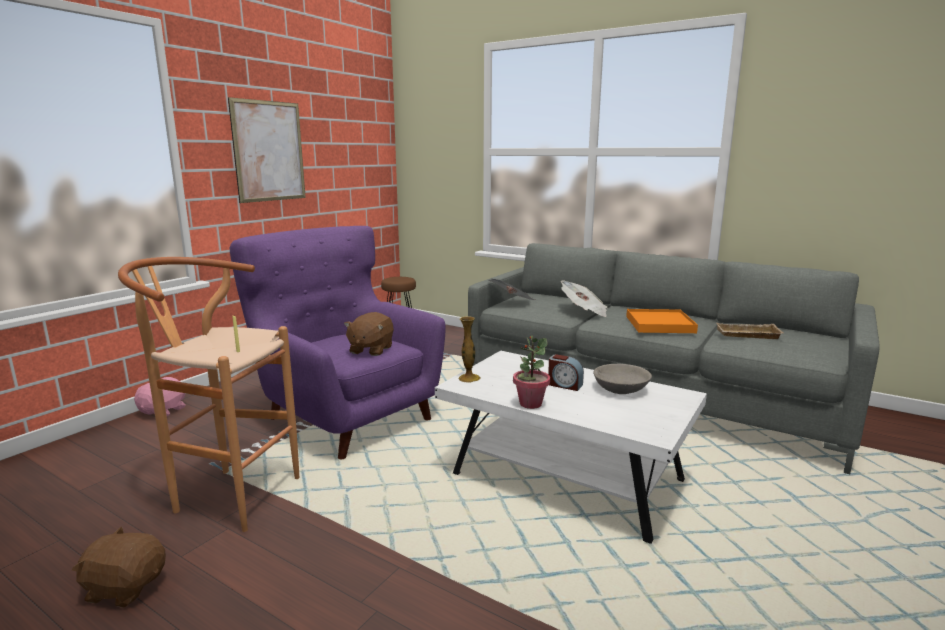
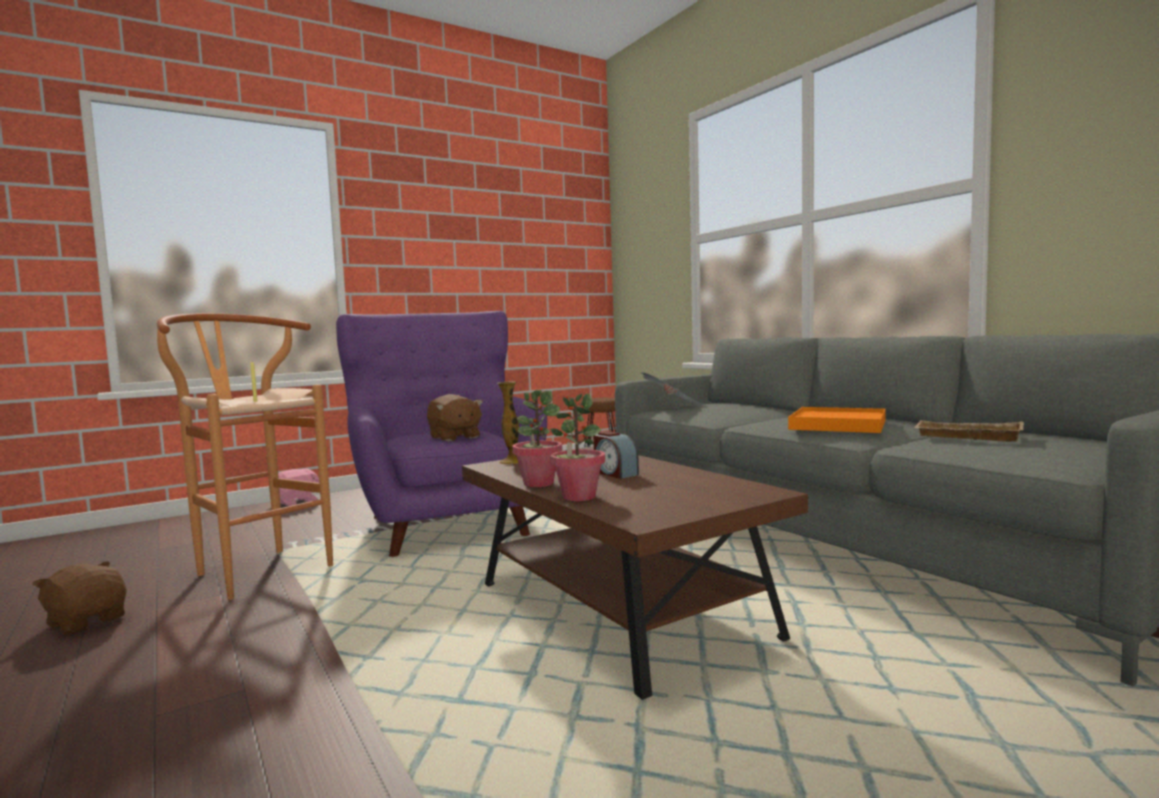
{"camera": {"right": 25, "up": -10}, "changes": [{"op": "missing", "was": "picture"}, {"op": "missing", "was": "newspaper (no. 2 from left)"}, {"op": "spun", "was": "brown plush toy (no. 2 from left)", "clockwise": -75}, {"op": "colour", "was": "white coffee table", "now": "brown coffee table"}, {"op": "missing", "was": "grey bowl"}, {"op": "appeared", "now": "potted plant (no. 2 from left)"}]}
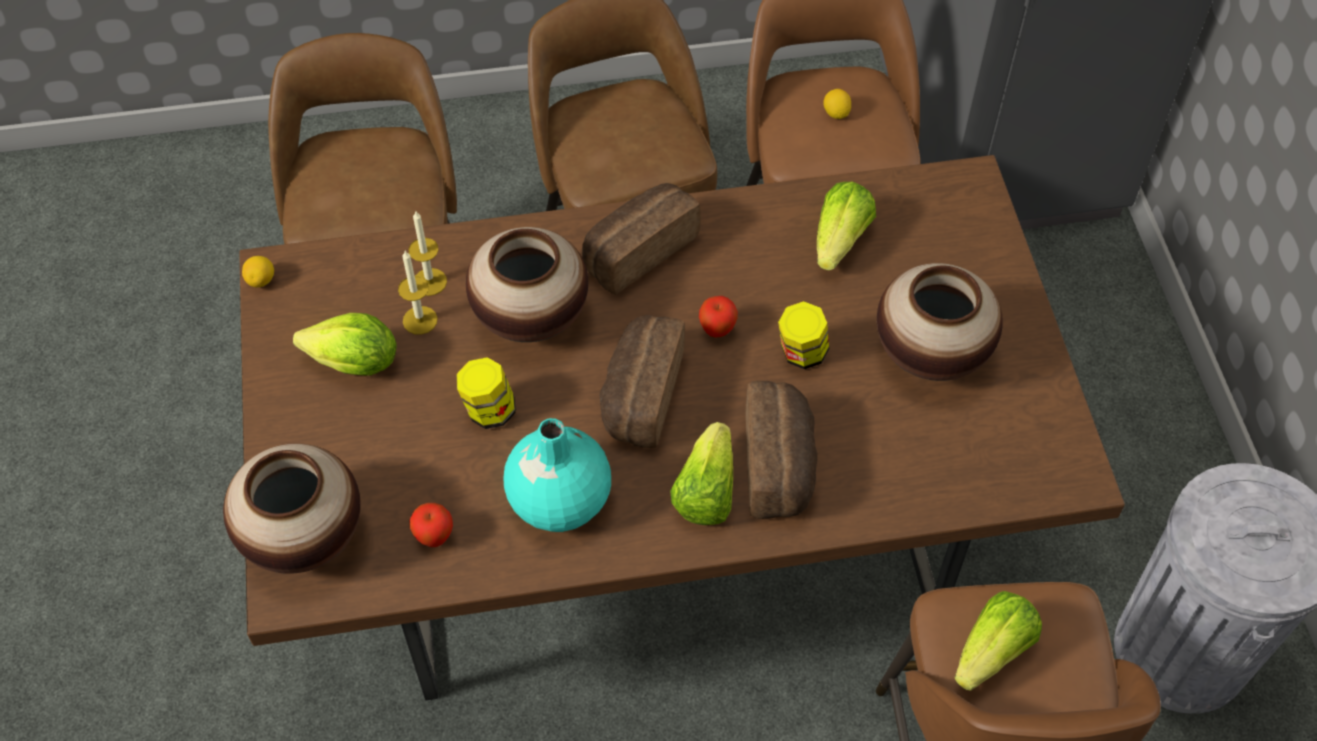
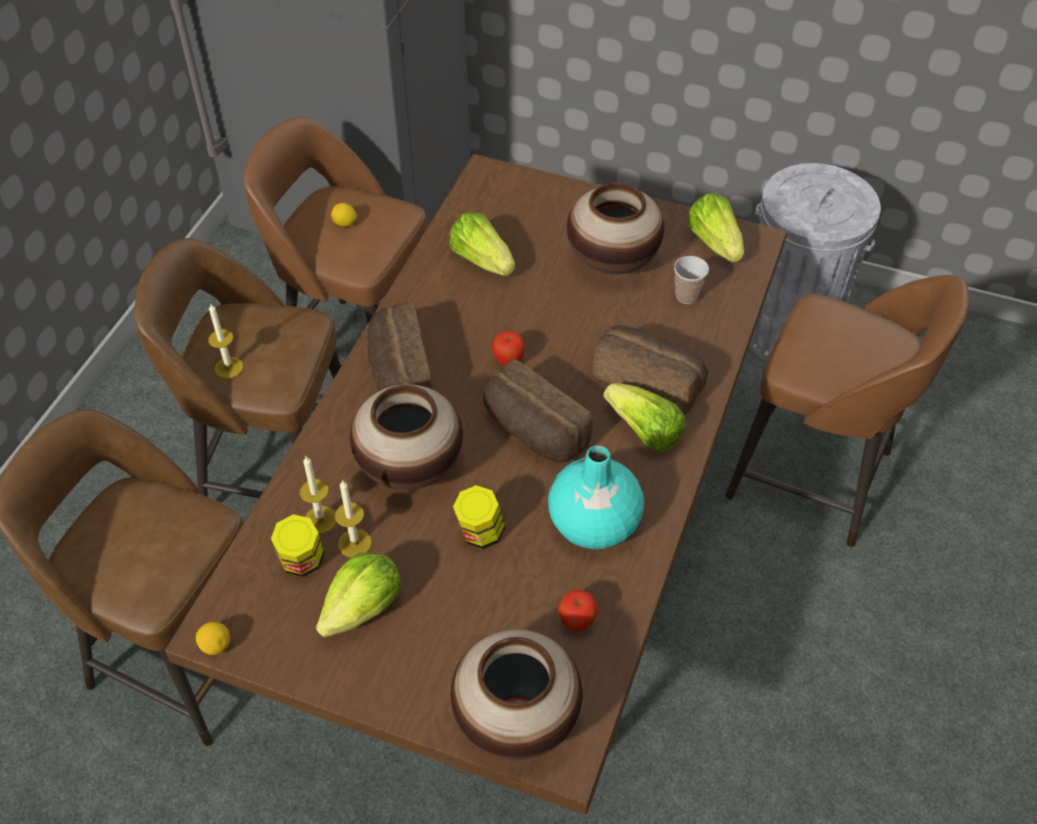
{"camera": {"right": -60, "up": -5}, "changes": [{"op": "relocated", "was": "jar (no. 2 from left in the first image)", "now": "jar (no. 1 from left)"}, {"op": "relocated", "was": "lettuce (no. 4 from left)"}, {"op": "appeared", "now": "cup"}, {"op": "appeared", "now": "candle (no. 1 from left)"}]}
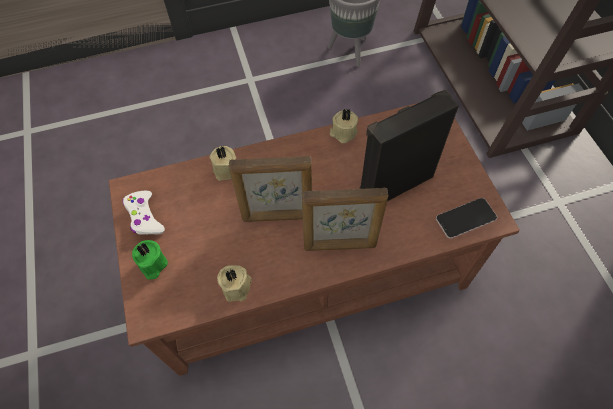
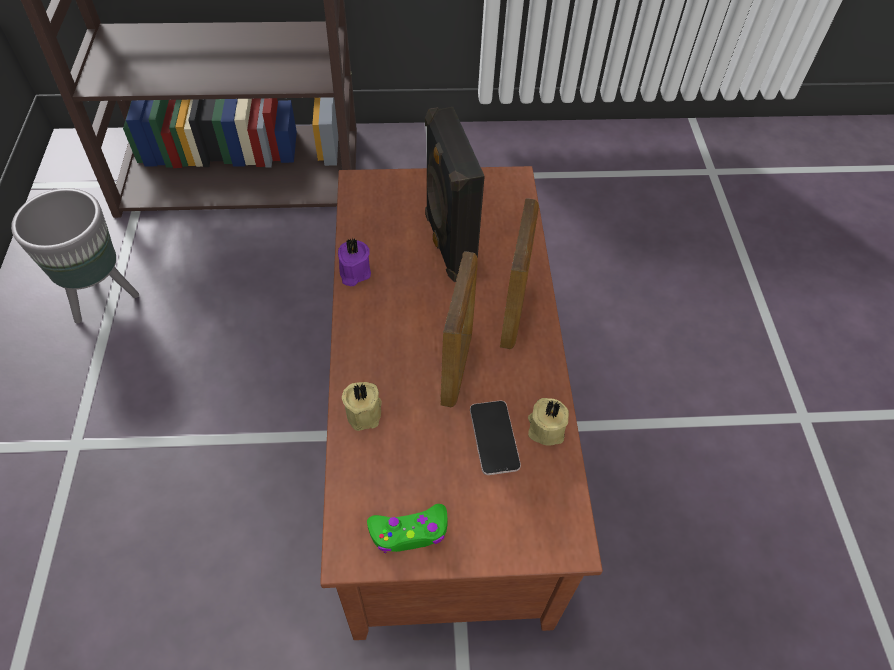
{"camera": {"right": -80, "up": -5}, "changes": [{"op": "colour", "was": "beige candle (no. 3 from left)", "now": "purple candle"}, {"op": "colour", "was": "white game controller", "now": "green game controller"}, {"op": "relocated", "was": "phone"}, {"op": "missing", "was": "green candle"}]}
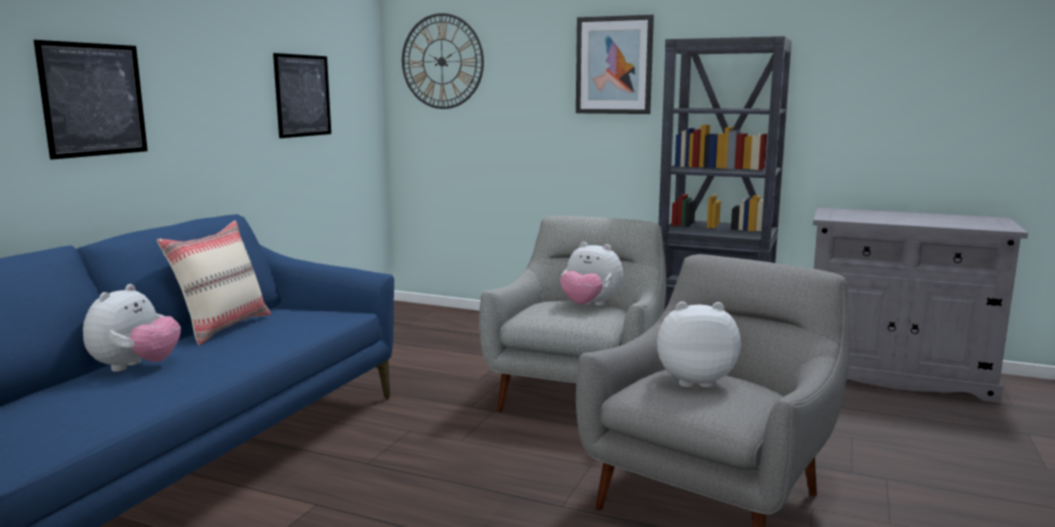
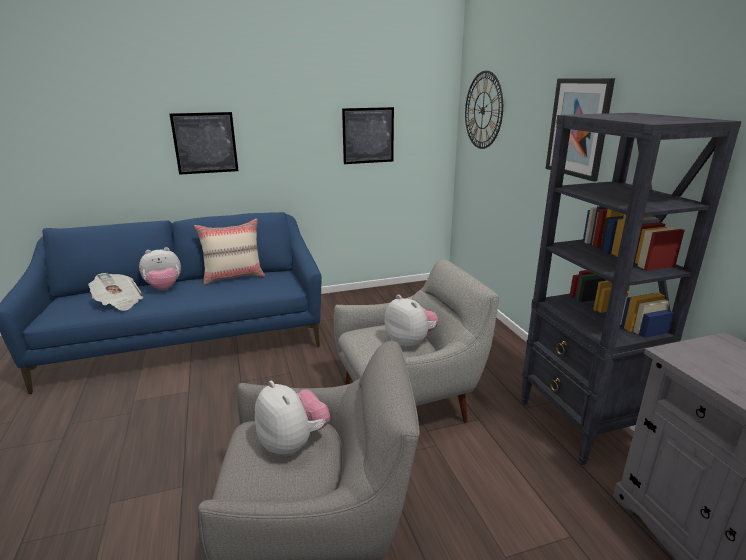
{"camera": {"right": 50, "up": 10}, "changes": [{"op": "spun", "was": "plush toy (no. 2 from left in the first image)", "clockwise": 150}, {"op": "appeared", "now": "newspaper"}]}
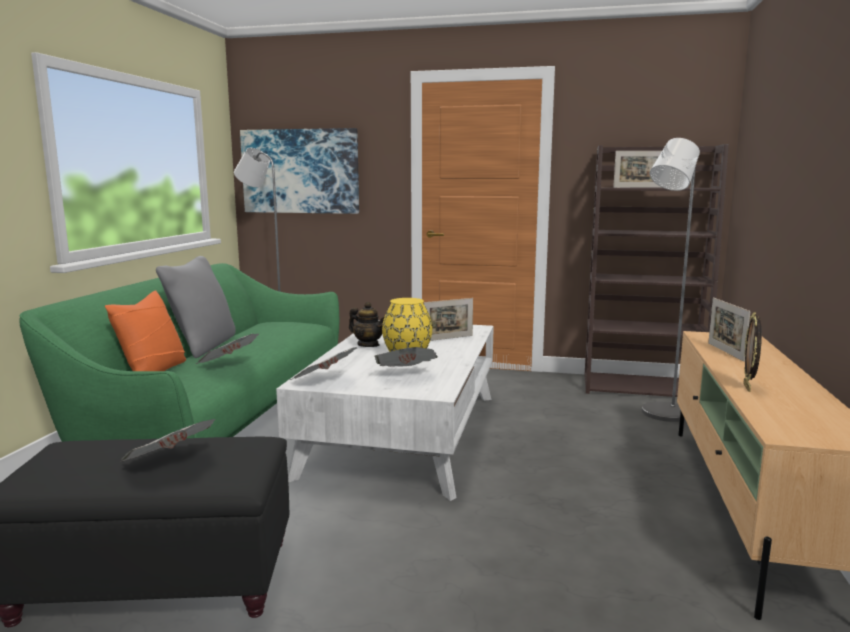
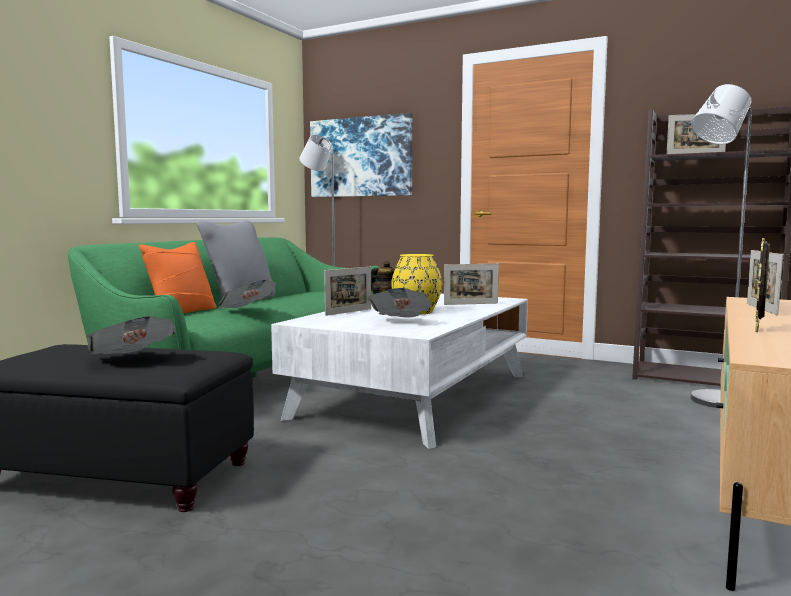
{"camera": {"right": 15, "up": -5}, "changes": [{"op": "missing", "was": "newspaper (no. 3 from left)"}, {"op": "appeared", "now": "picture frame (no. 1 from left)"}]}
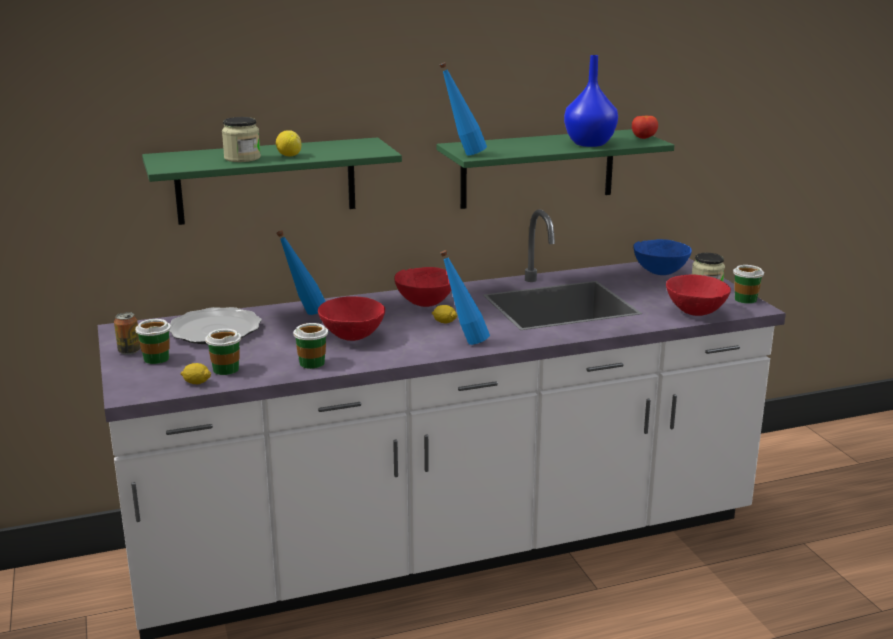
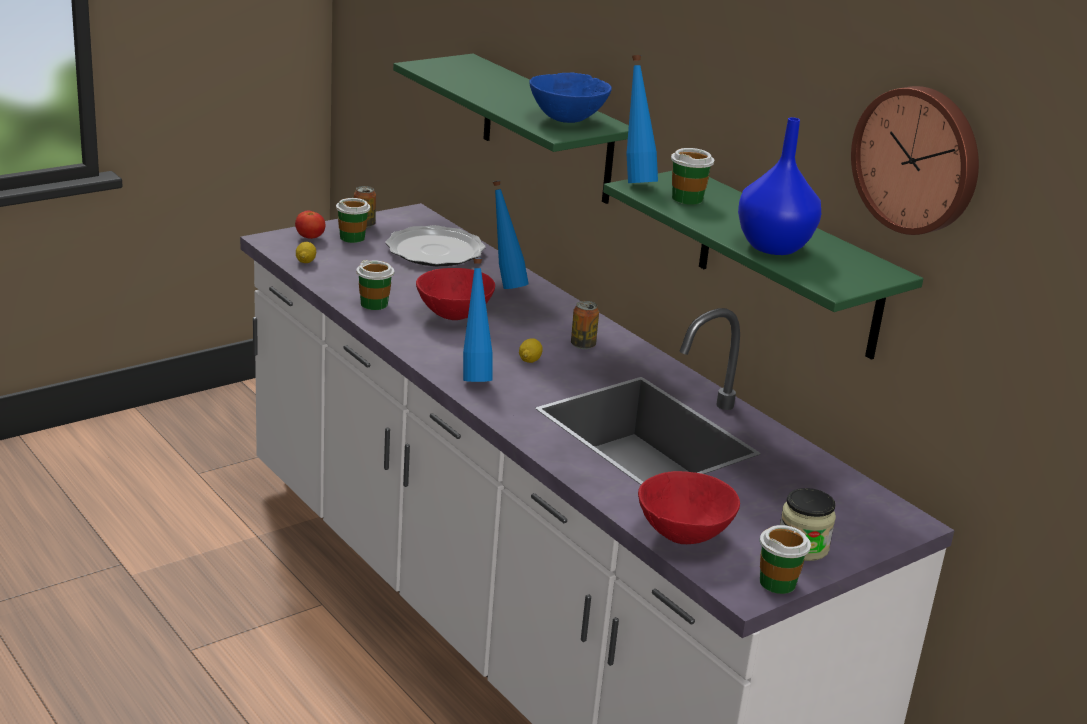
{"camera": {"right": 70, "up": 5}, "changes": [{"op": "relocated", "was": "tomato"}, {"op": "missing", "was": "jar (no. 1 from left)"}, {"op": "missing", "was": "lemon (no. 2 from left)"}, {"op": "relocated", "was": "blue bowl"}, {"op": "exchanged", "was": "red bowl (no. 2 from left)", "now": "can (no. 2 from left)"}, {"op": "relocated", "was": "cup (no. 2 from left in the first image)", "now": "cup (no. 3 from left)"}, {"op": "appeared", "now": "wall clock"}]}
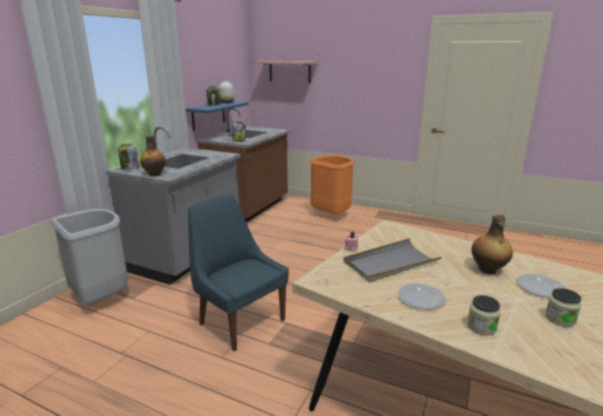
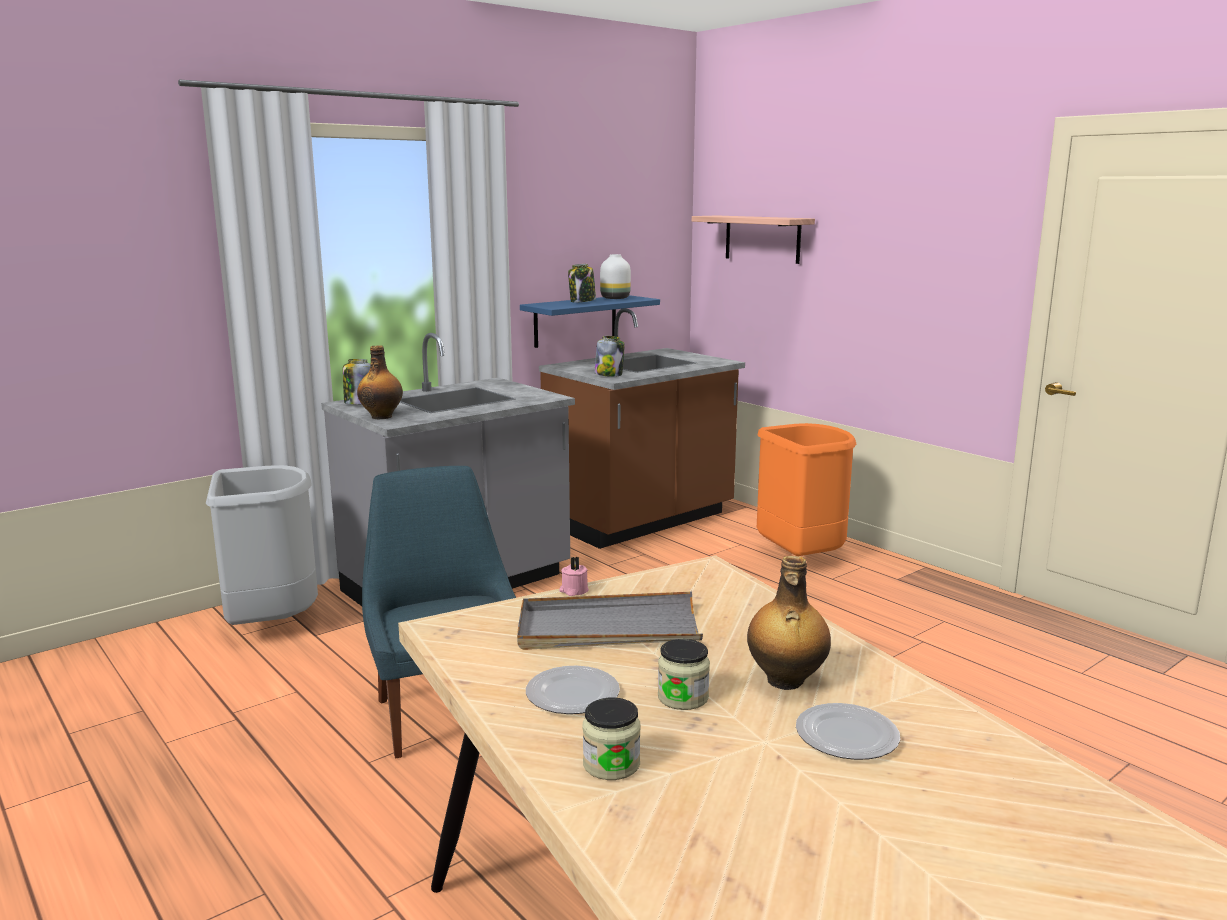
{"camera": {"right": 25, "up": -5}, "changes": [{"op": "relocated", "was": "jar (no. 5 from left)"}]}
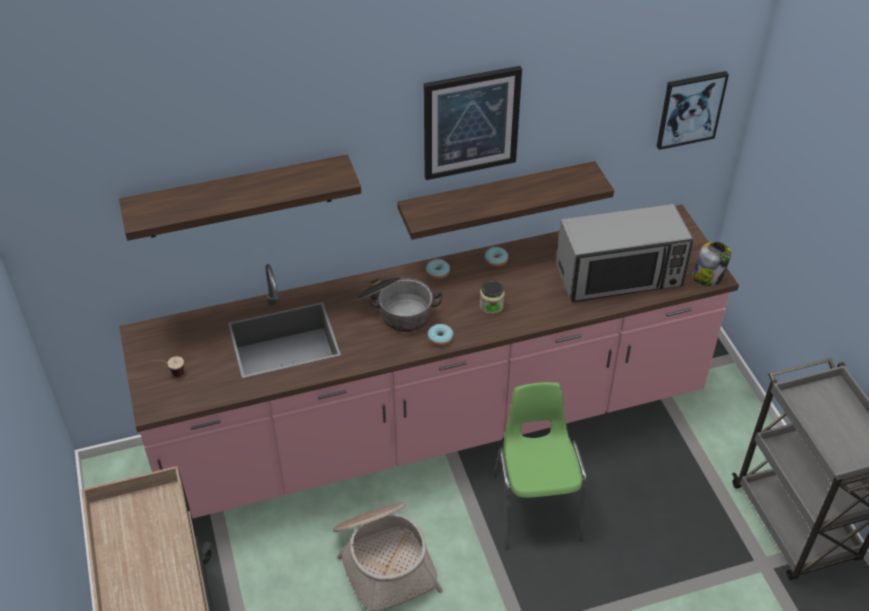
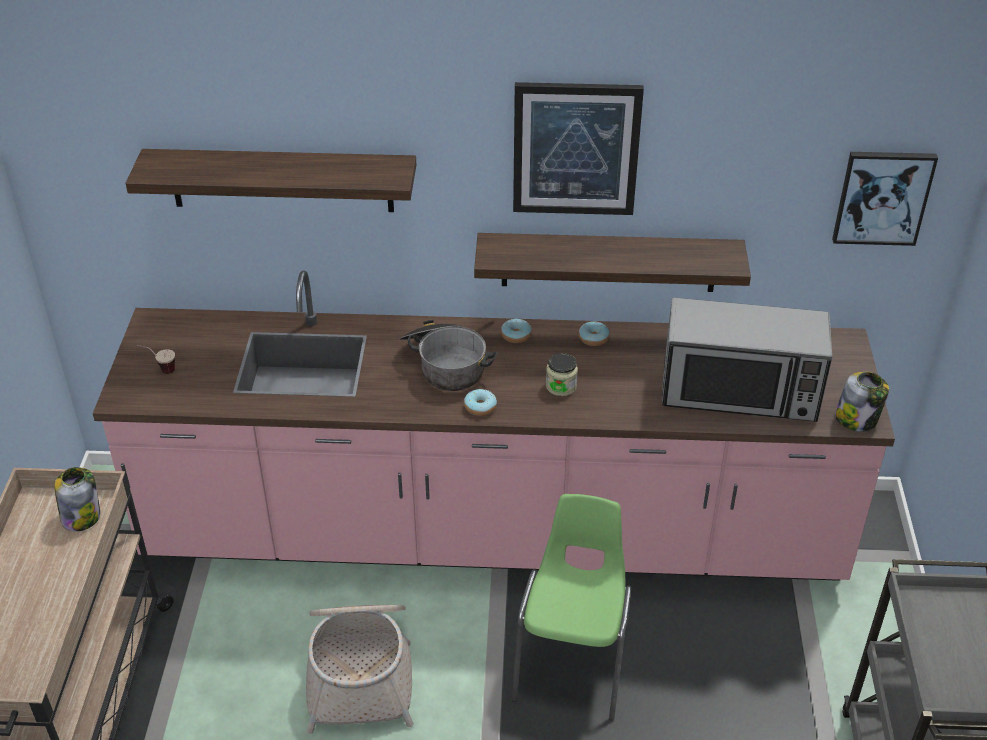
{"camera": {"right": 20, "up": -5}, "changes": [{"op": "appeared", "now": "jar (no. 1 from left)"}]}
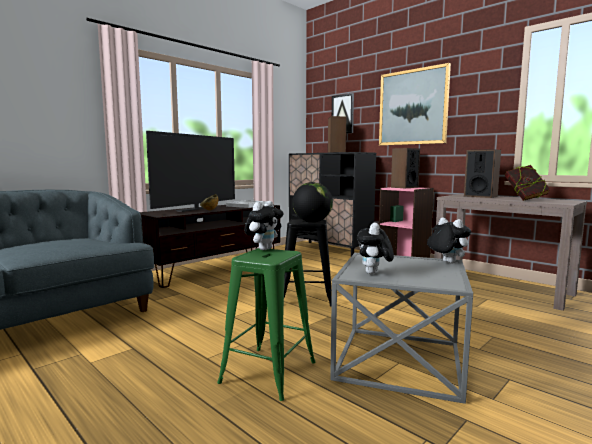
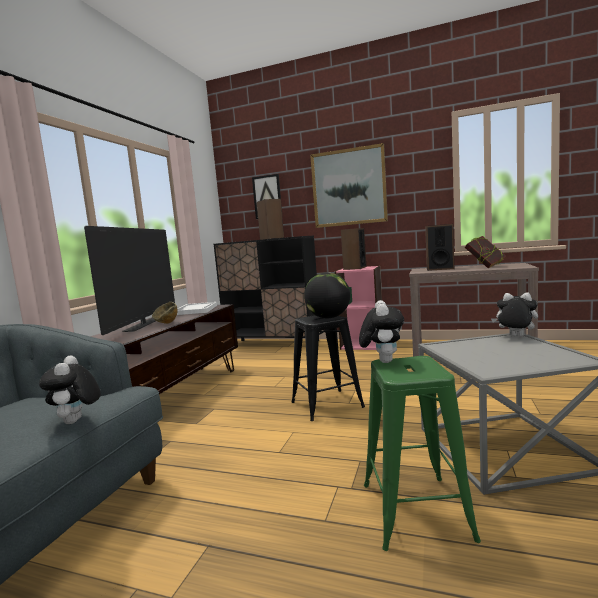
{"camera": {"right": -25, "up": 0}, "changes": [{"op": "relocated", "was": "plush toy (no. 2 from left in the first image)", "now": "plush toy (no. 1 from left)"}]}
